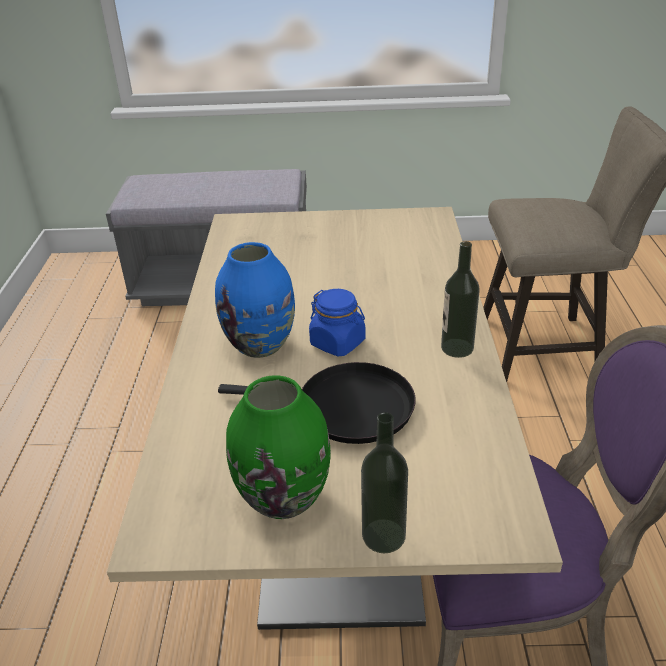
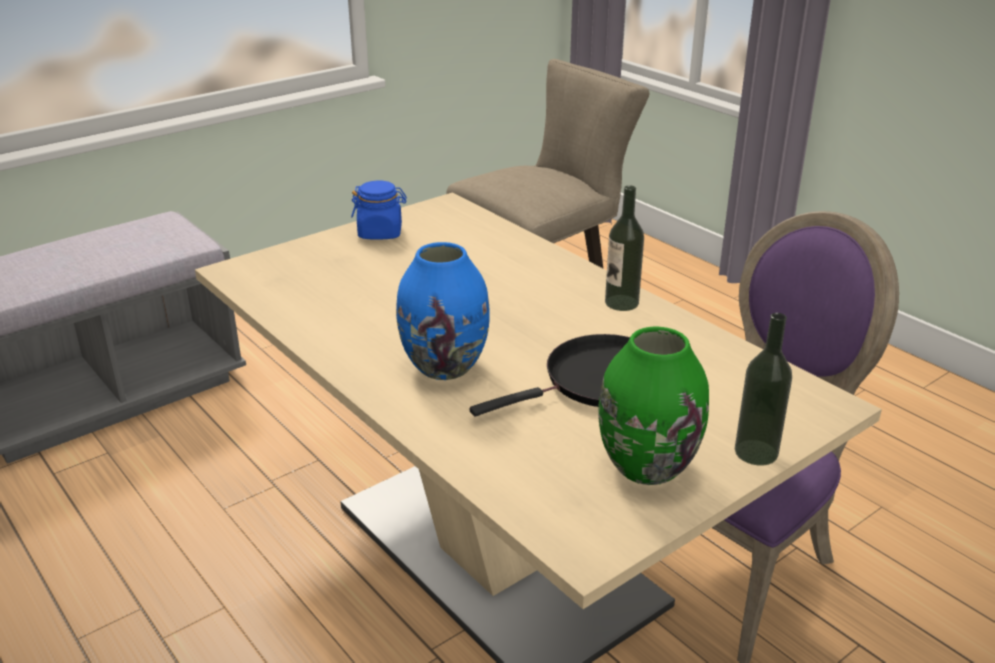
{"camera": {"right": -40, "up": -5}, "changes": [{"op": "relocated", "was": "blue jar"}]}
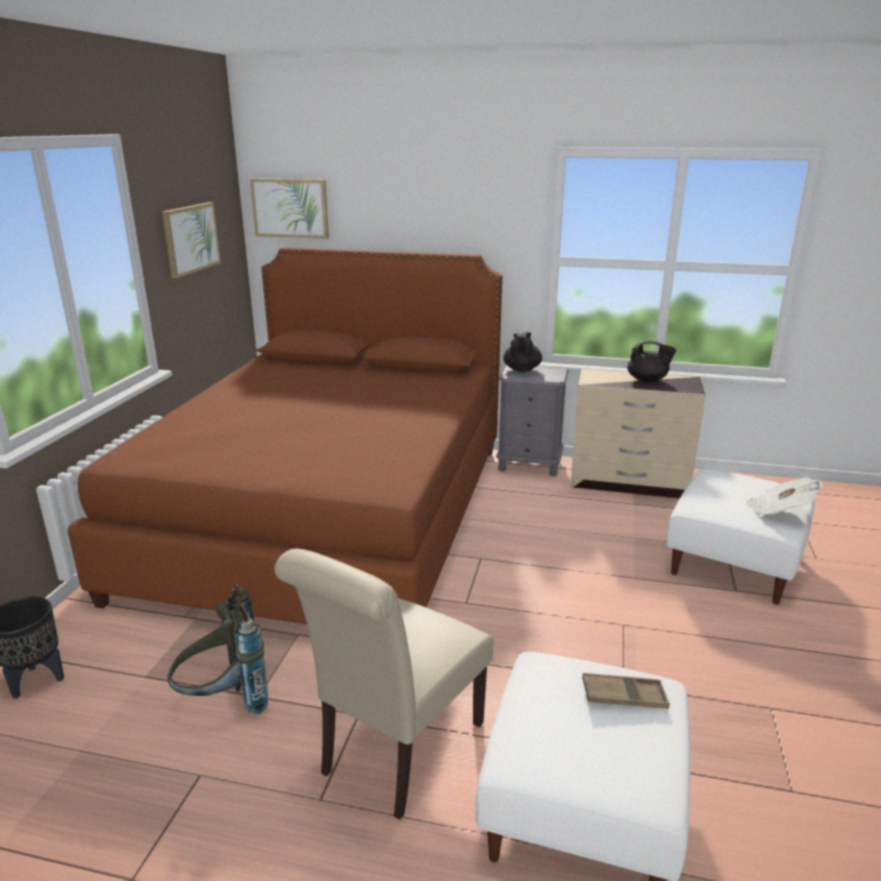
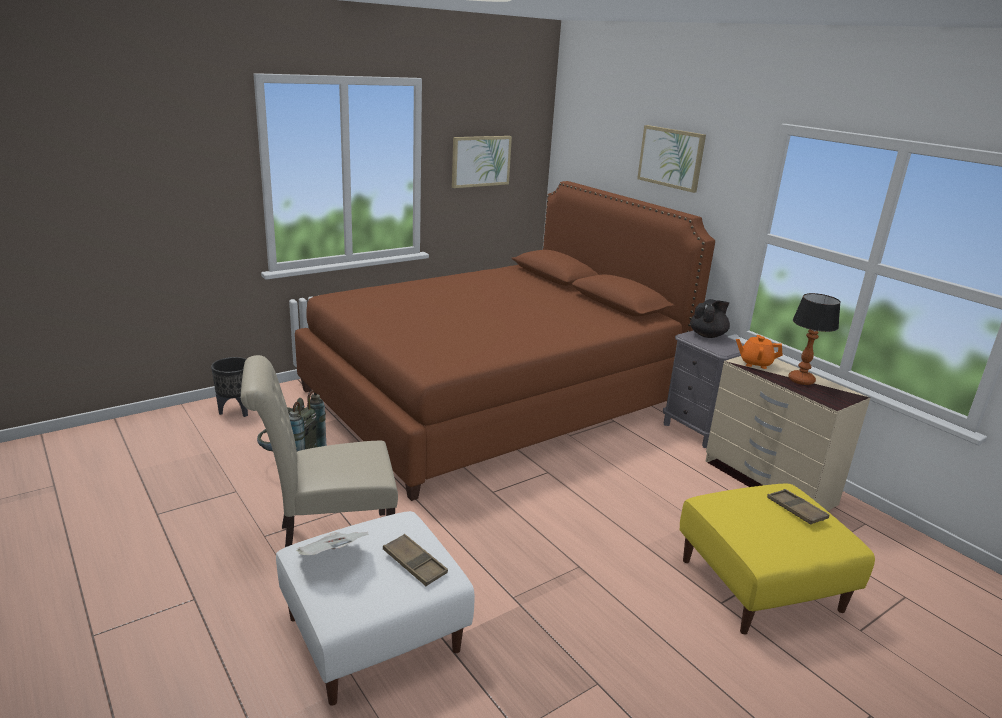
{"camera": {"right": 40, "up": 0}, "changes": [{"op": "relocated", "was": "picture (no. 2 from left)"}, {"op": "exchanged", "was": "black teapot (no. 2 from left)", "now": "table lamp"}, {"op": "colour", "was": "white ottoman (no. 2 from left)", "now": "yellow ottoman"}, {"op": "relocated", "was": "newspaper"}, {"op": "appeared", "now": "orange teapot"}, {"op": "appeared", "now": "brown tray (no. 2 from left)"}]}
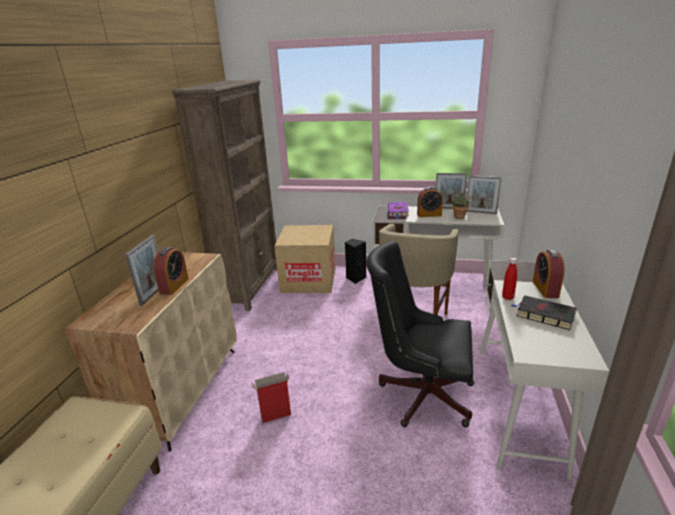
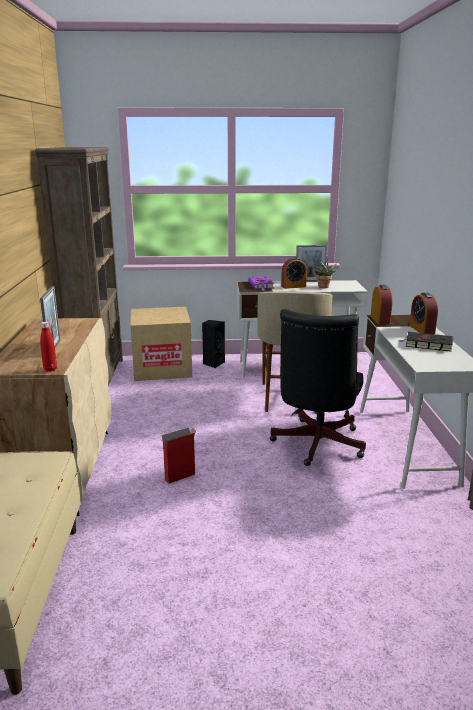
{"camera": {"right": -15, "up": -5}, "changes": [{"op": "missing", "was": "picture frame (no. 3 from left)"}, {"op": "spun", "was": "black office chair", "clockwise": -75}, {"op": "relocated", "was": "alarm clock (no. 1 from left in the first image)", "now": "alarm clock (no. 2 from left)"}, {"op": "relocated", "was": "red bottle"}]}
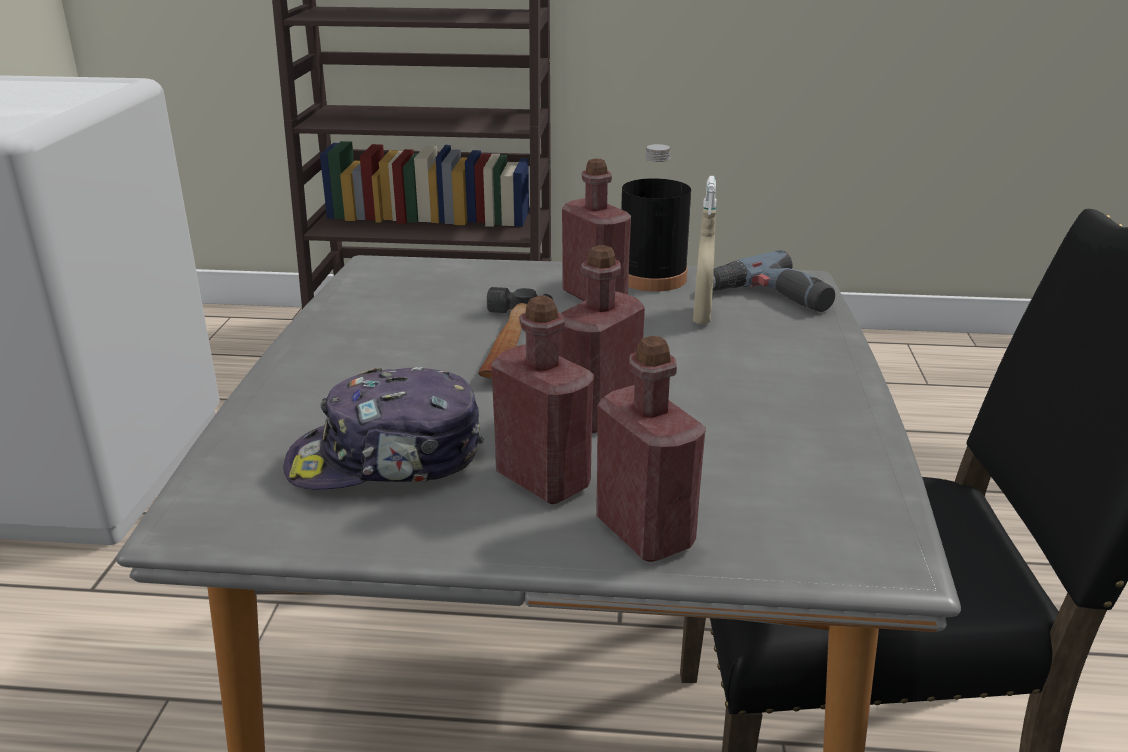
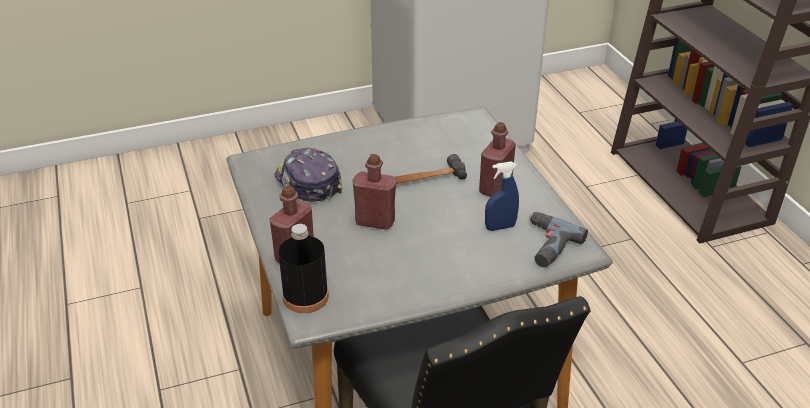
{"camera": {"right": 65, "up": 10}, "changes": [{"op": "relocated", "was": "black bottle"}, {"op": "colour", "was": "beige spray bottle", "now": "blue spray bottle"}, {"op": "missing", "was": "red bottle (no. 1 from left)"}]}
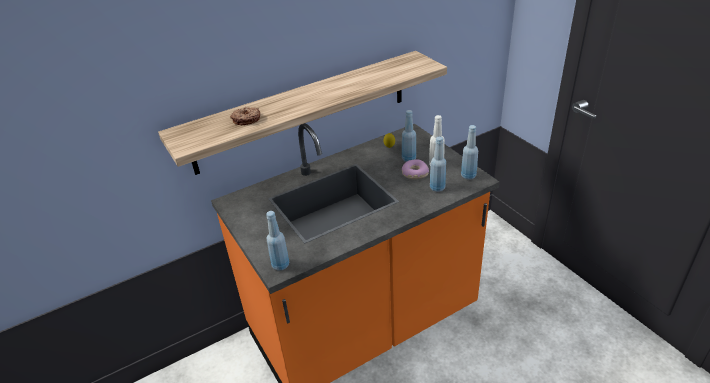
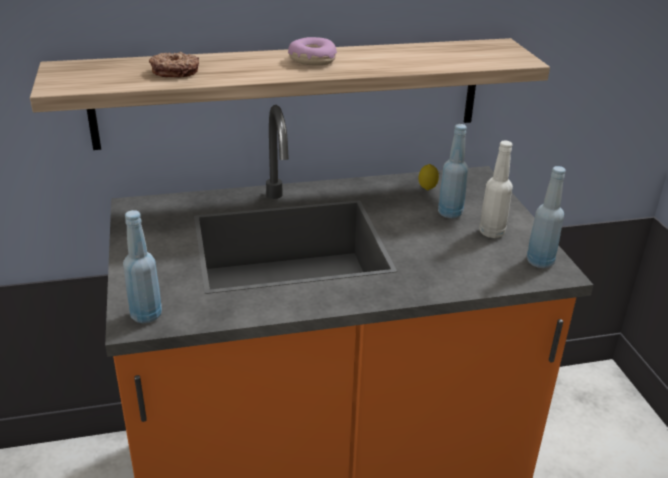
{"camera": {"right": 15, "up": -5}, "changes": [{"op": "missing", "was": "blue bottle (no. 3 from left)"}, {"op": "relocated", "was": "donut (no. 2 from left)"}]}
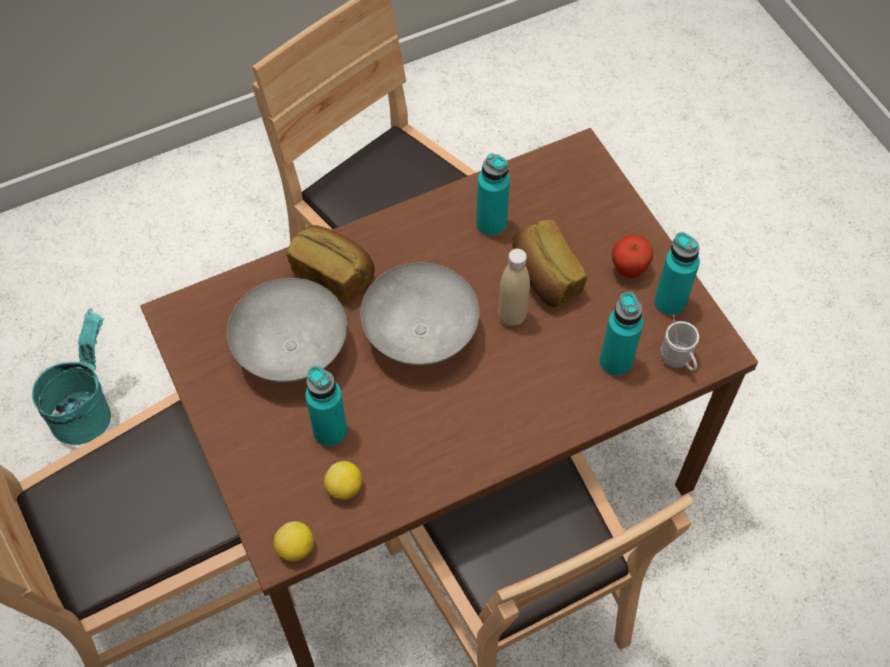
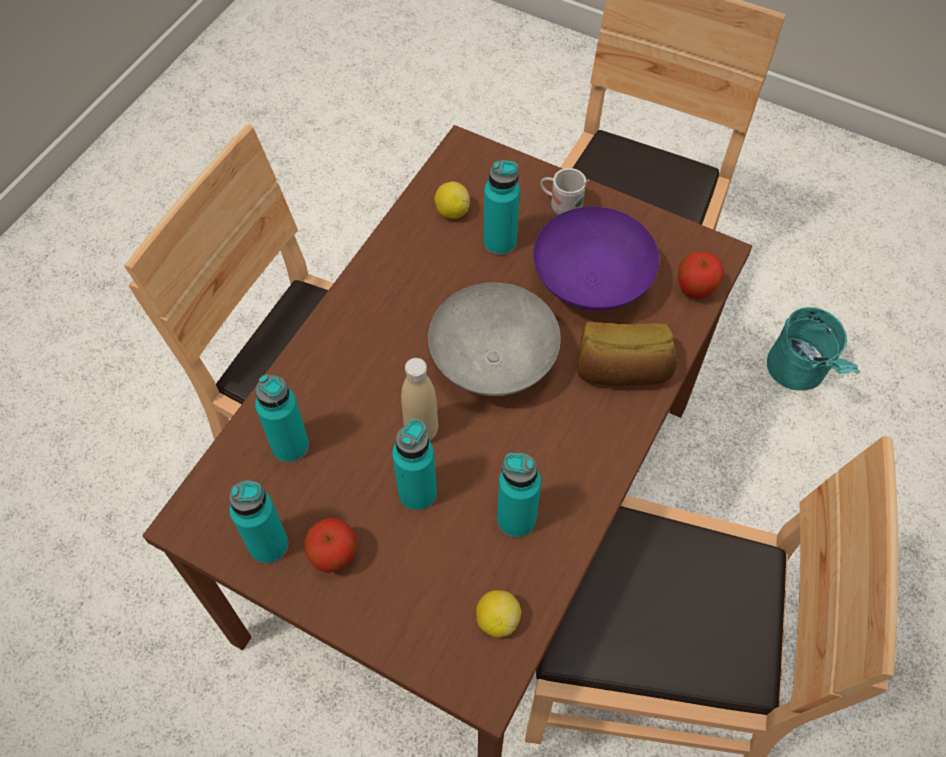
{"camera": {"right": 145, "up": 0}, "changes": [{"op": "exchanged", "was": "bread (no. 2 from left)", "now": "turquoise bottle (no. 3 from left)"}, {"op": "colour", "was": "grey bowl (no. 1 from left)", "now": "purple bowl"}, {"op": "relocated", "was": "white mug"}, {"op": "relocated", "was": "lemon (no. 1 from left in the first image)", "now": "lemon (no. 2 from left)"}, {"op": "appeared", "now": "apple (no. 2 from left)"}]}
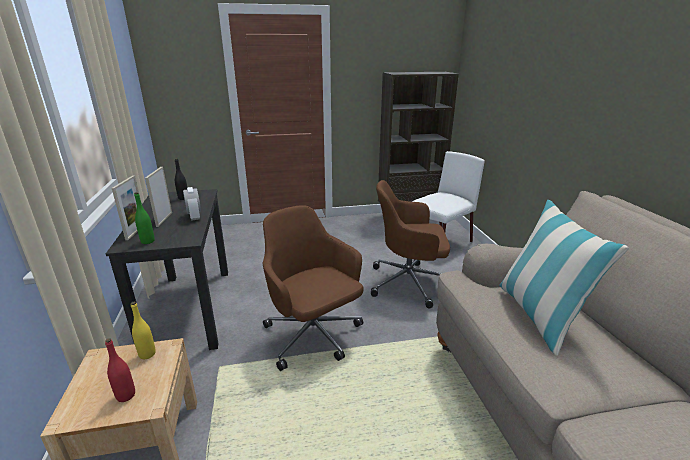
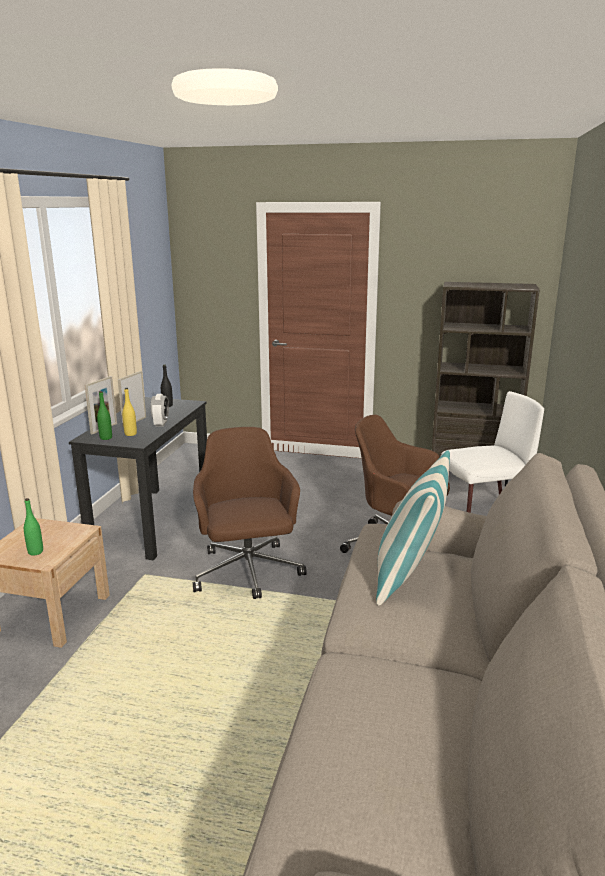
{"camera": {"right": 25, "up": -5}, "changes": [{"op": "relocated", "was": "yellow bottle"}, {"op": "colour", "was": "red bottle", "now": "green bottle (no. 1 from left)"}]}
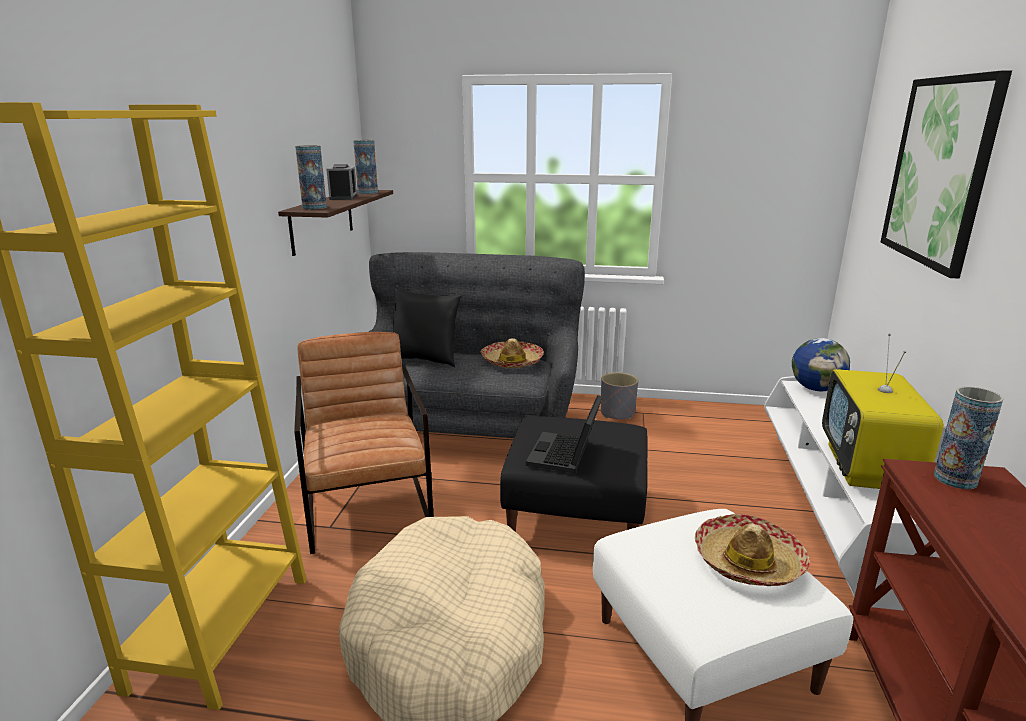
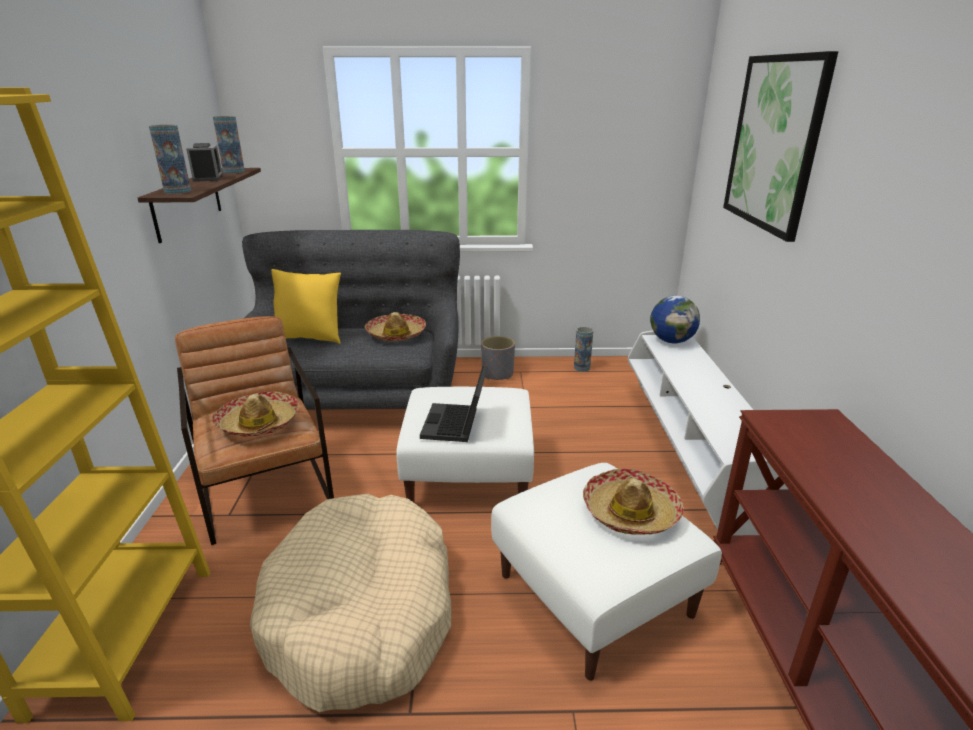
{"camera": {"right": -10, "up": 5}, "changes": [{"op": "colour", "was": "black pillow", "now": "yellow pillow"}, {"op": "missing", "was": "television"}, {"op": "relocated", "was": "vase (no. 3 from left)"}, {"op": "colour", "was": "black ottoman", "now": "white ottoman (no. 1 from left)"}, {"op": "appeared", "now": "hat (no. 1 from left)"}]}
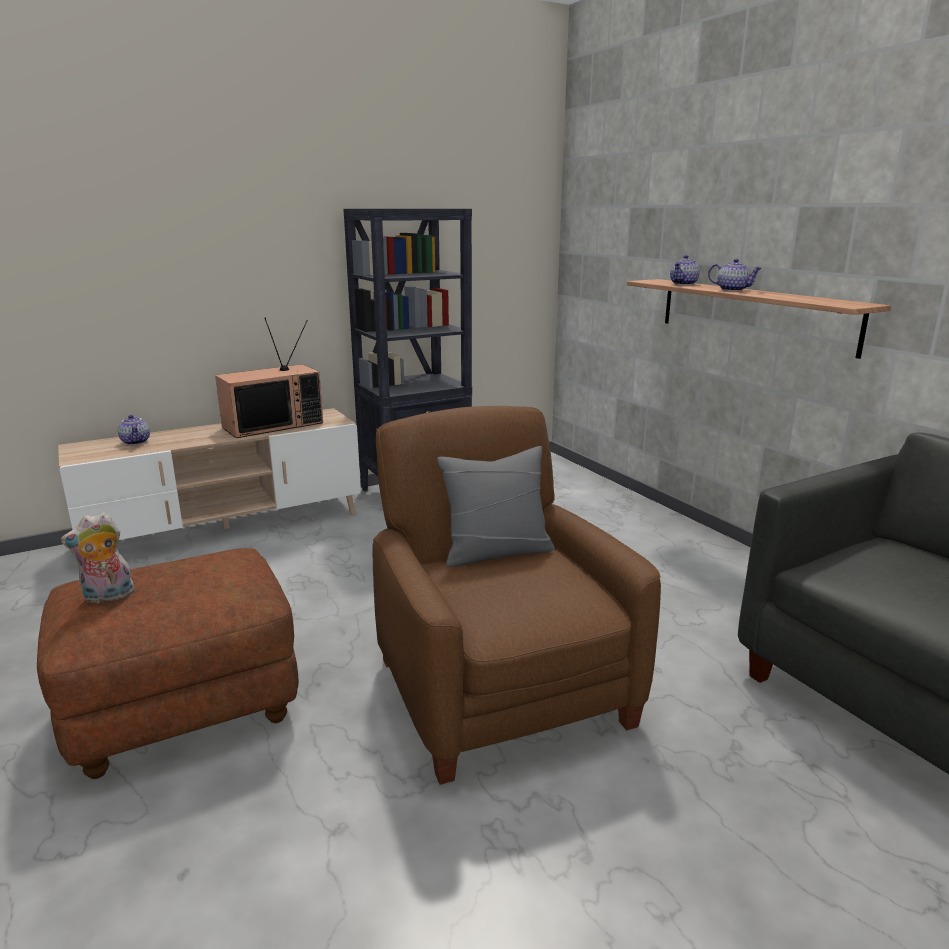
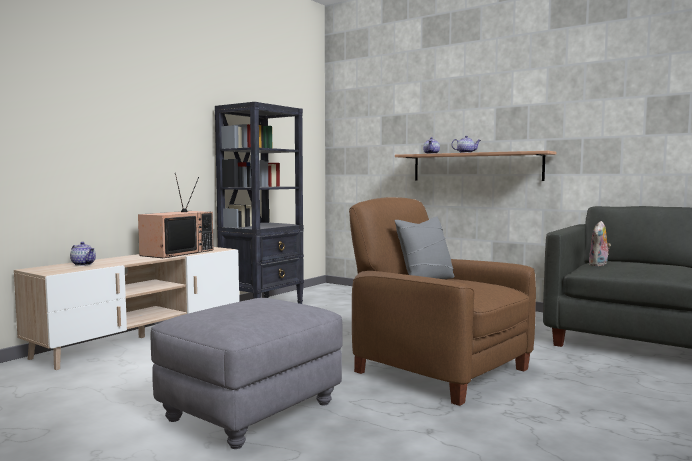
{"camera": {"right": -25, "up": -15}, "changes": [{"op": "relocated", "was": "plush toy"}, {"op": "colour", "was": "brown ottoman", "now": "grey ottoman"}]}
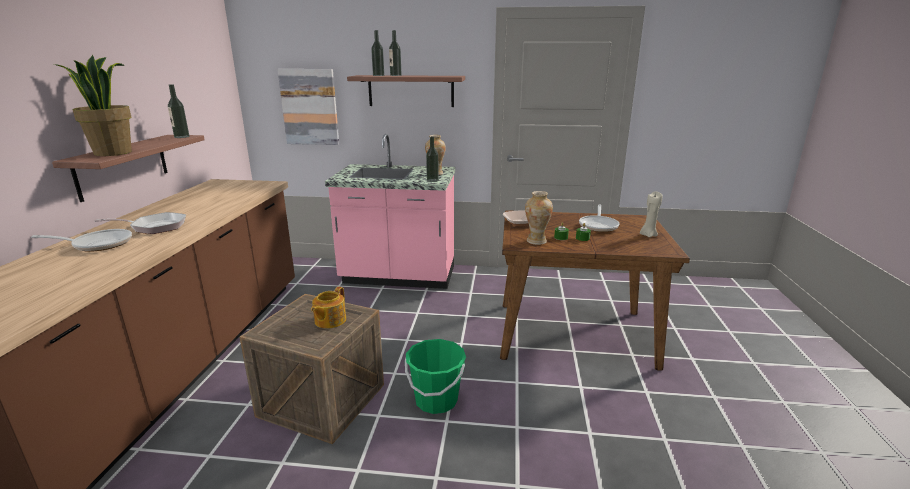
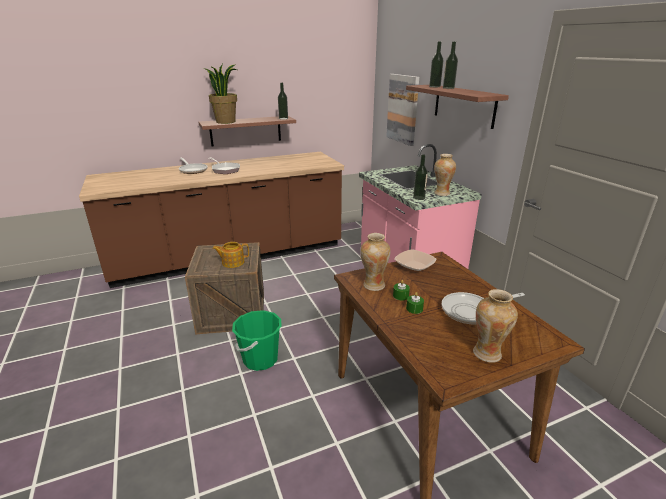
{"camera": {"right": 60, "up": 5}, "changes": [{"op": "exchanged", "was": "beige candle", "now": "vase (no. 3 from left)"}]}
